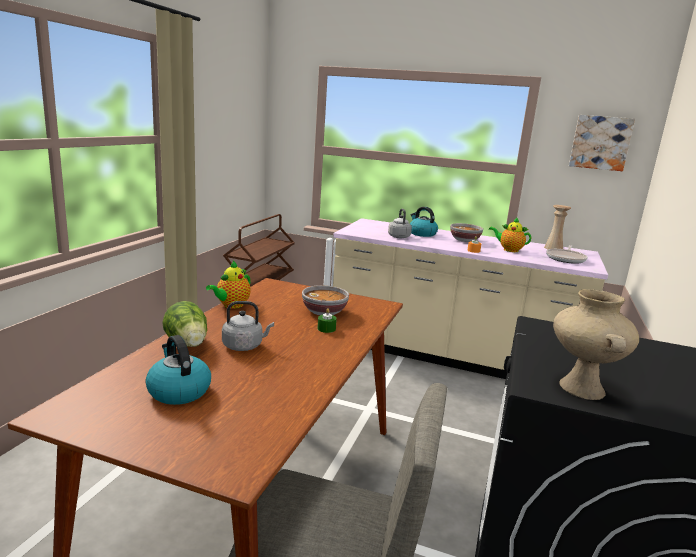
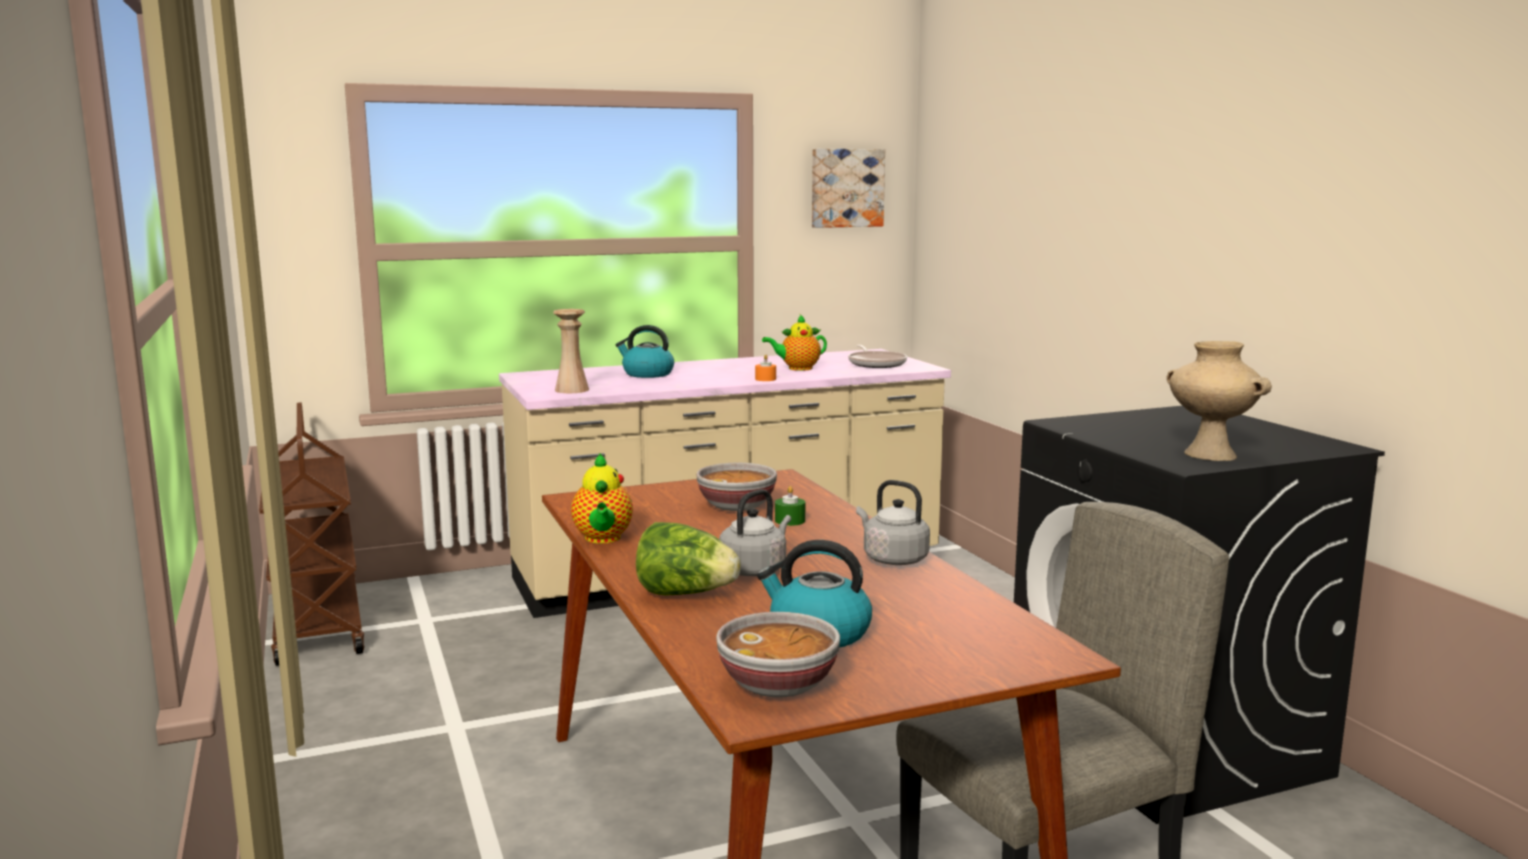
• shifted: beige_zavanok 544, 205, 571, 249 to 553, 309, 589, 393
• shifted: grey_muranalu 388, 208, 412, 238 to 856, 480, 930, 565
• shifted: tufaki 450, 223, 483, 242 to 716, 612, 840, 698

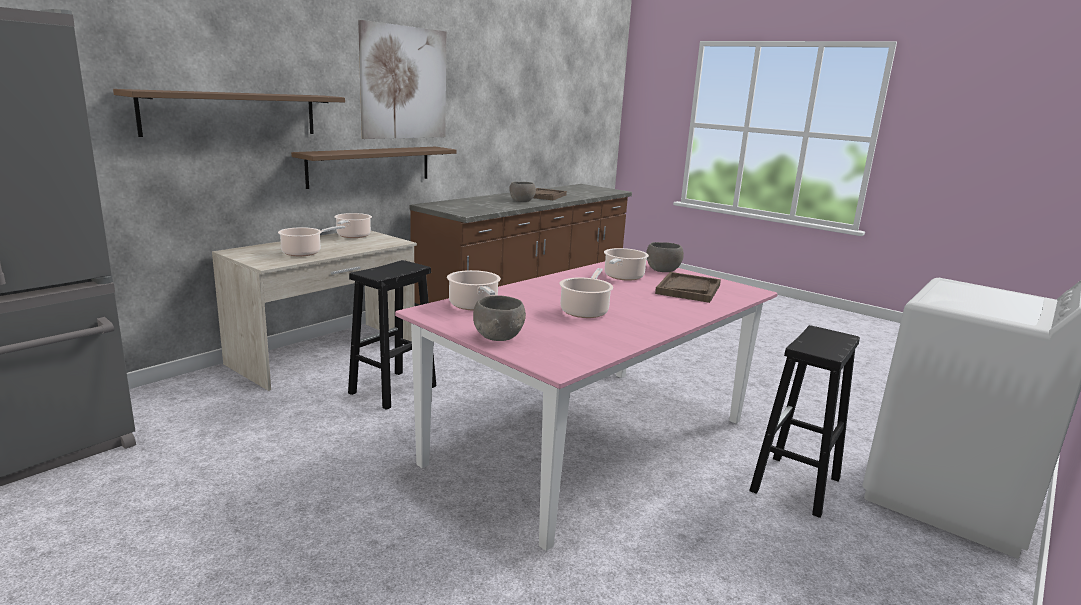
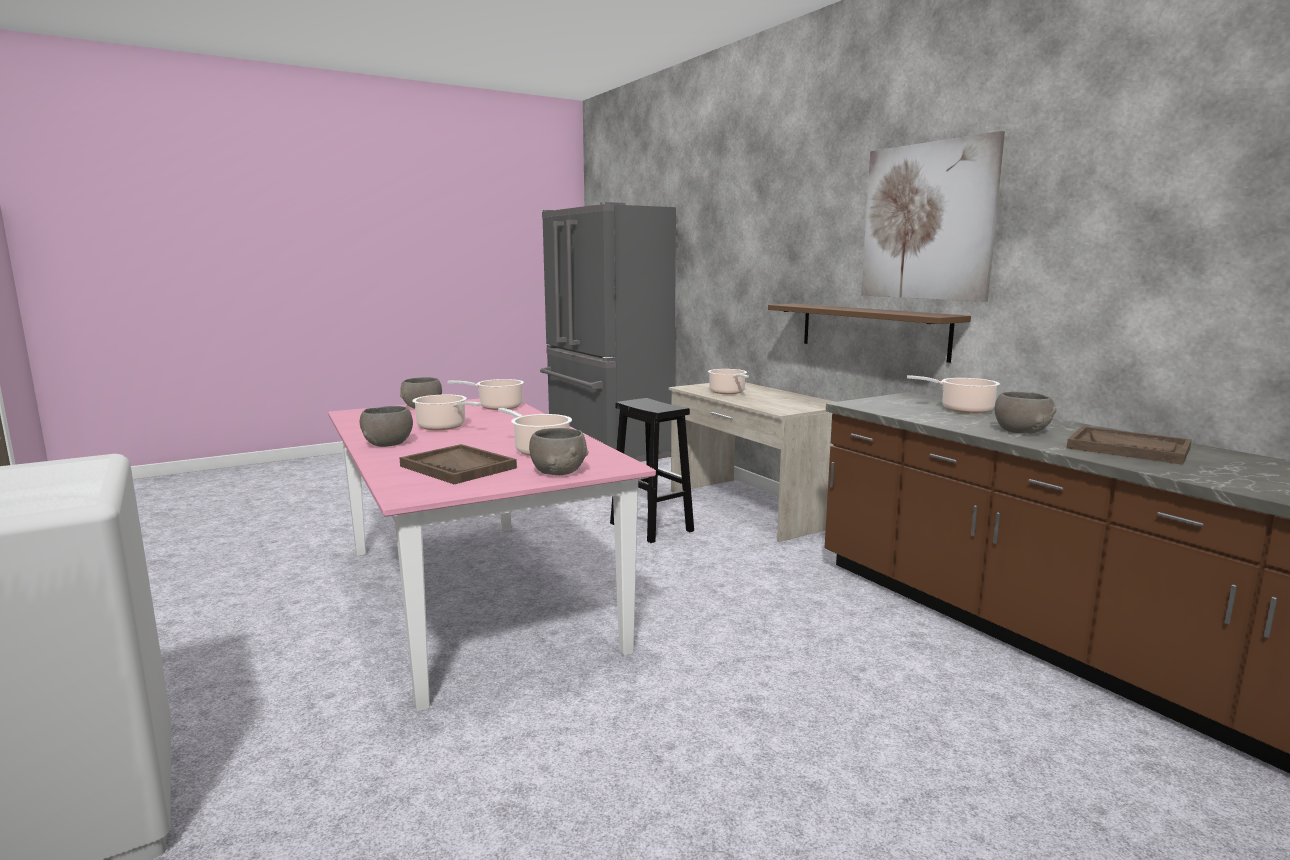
• gone: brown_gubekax 113, 89, 345, 137
• shifted: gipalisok 334, 213, 372, 238 to 907, 375, 1000, 413
• gone: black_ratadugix 749, 325, 860, 518
• new: grey_tufaki 360, 406, 413, 447

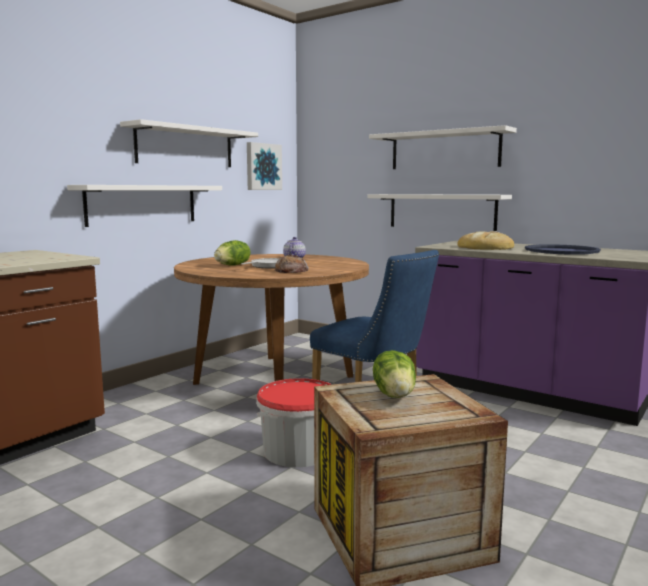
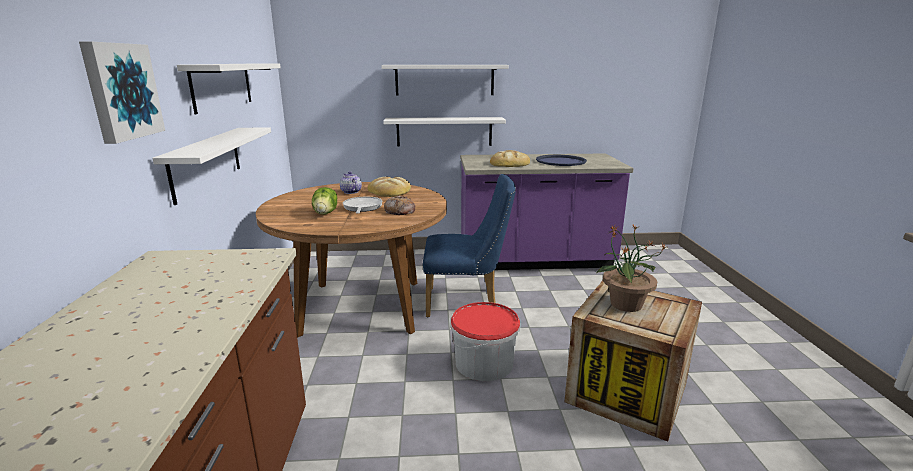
• shifted: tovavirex 247, 142, 282, 190 to 79, 41, 165, 144
• swapped: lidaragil 373, 350, 416, 398 to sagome 595, 225, 666, 312
• new: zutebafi 368, 176, 411, 197

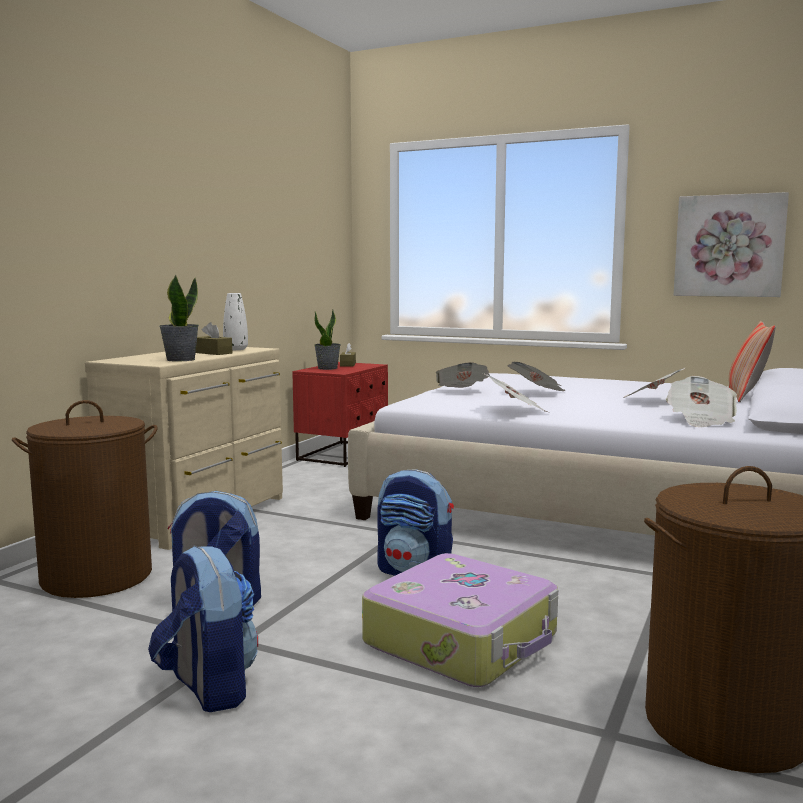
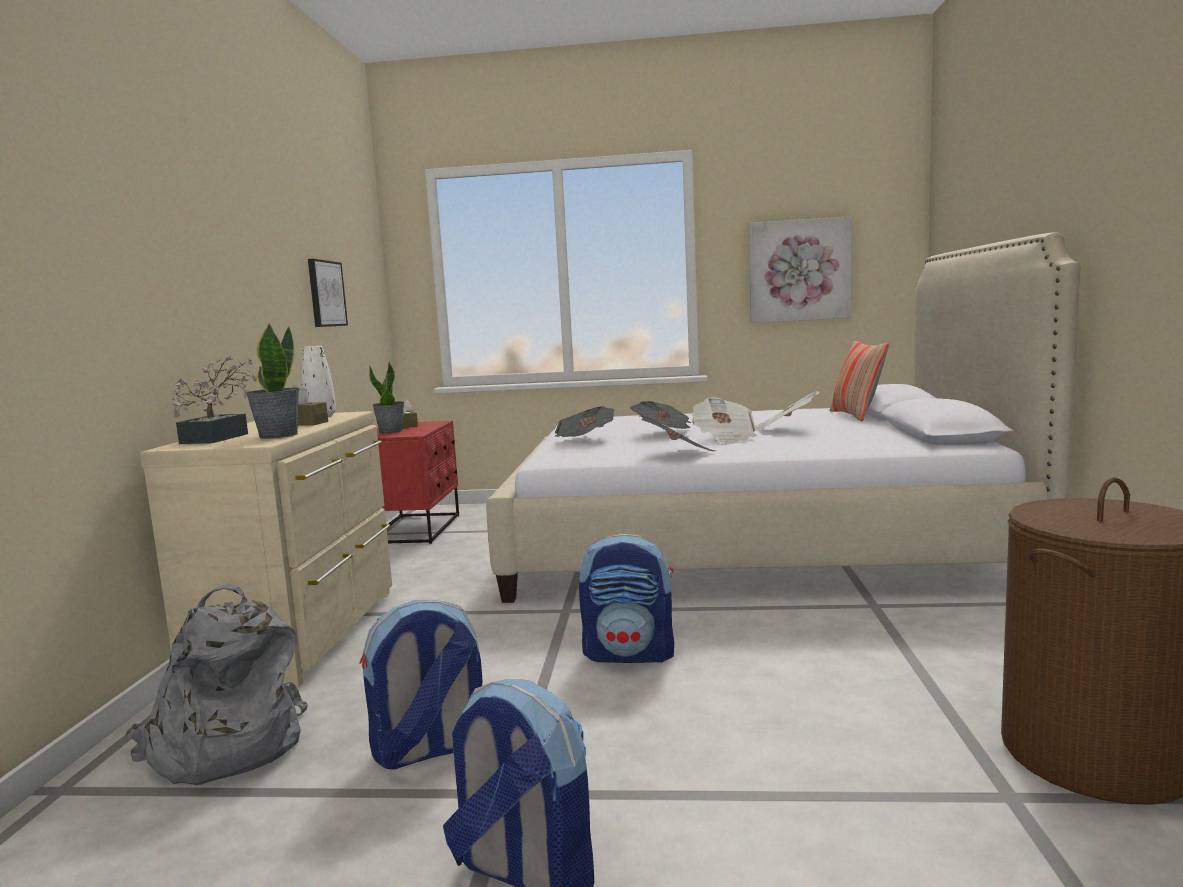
• shifted: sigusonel 666, 376, 737, 427 to 692, 398, 757, 444
• swapped: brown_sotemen 12, 400, 158, 598 to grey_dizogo 126, 583, 308, 785
• gone: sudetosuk 362, 553, 558, 687
• new: tovavirex 308, 259, 348, 327
• new: sagome 171, 355, 256, 444

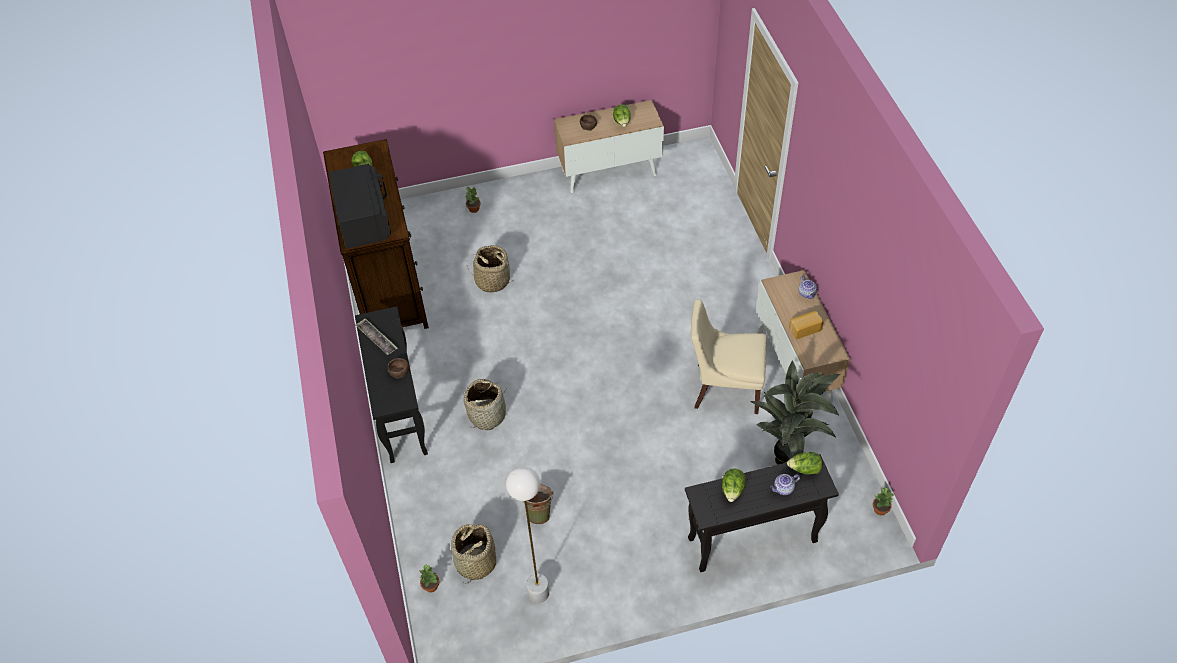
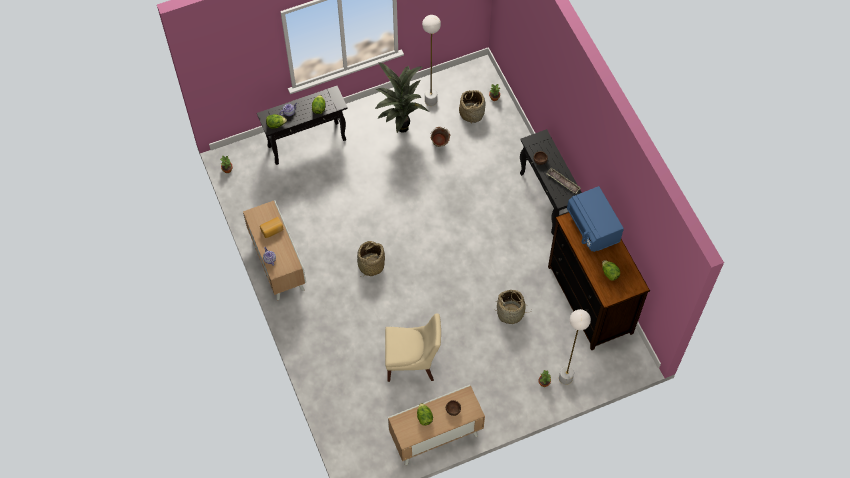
• repainted: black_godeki 329, 164, 391, 249 to blue_godeki 567, 186, 624, 252
• shifted: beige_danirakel 691, 299, 767, 414 to 385, 313, 441, 382
• shifted: sagome 750, 360, 840, 465 to 375, 62, 429, 133
• shifted: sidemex 463, 379, 506, 430 to 357, 241, 385, 276
• new: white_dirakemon 559, 309, 591, 385

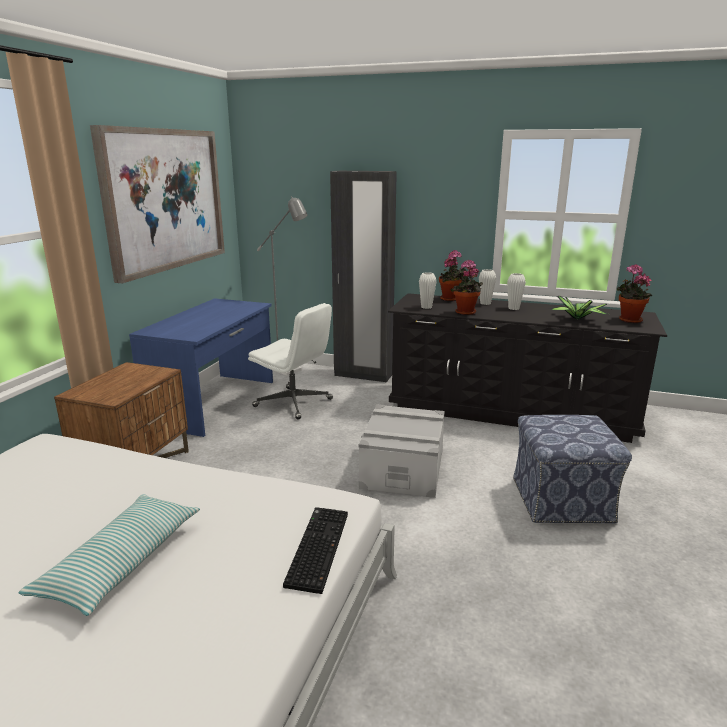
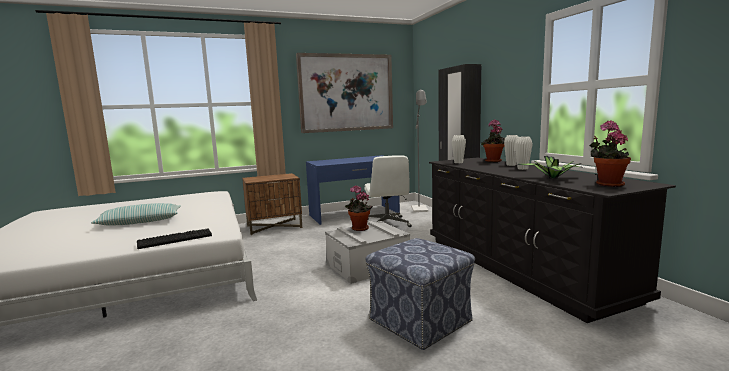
• shifted: sagome 450, 259, 483, 315 to 345, 185, 373, 231

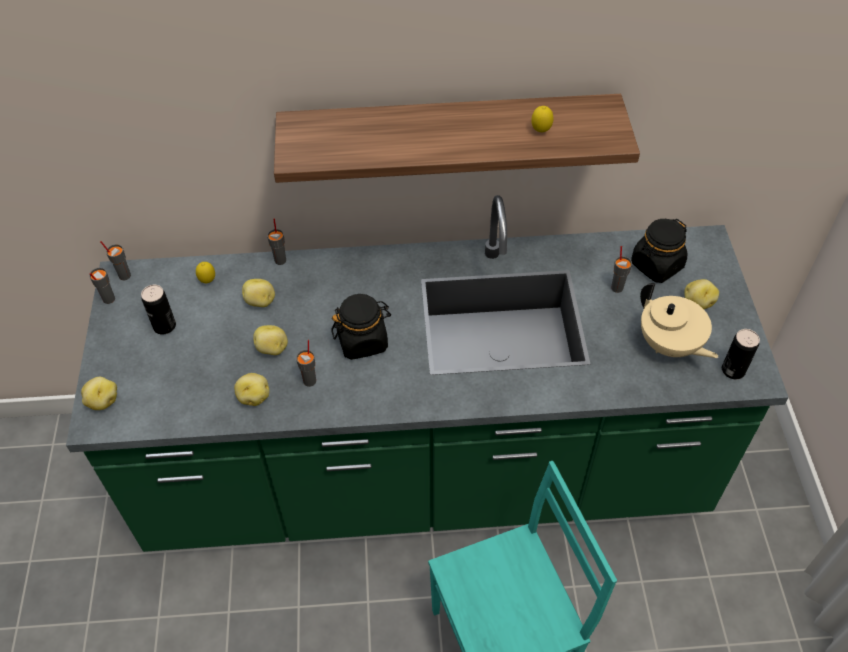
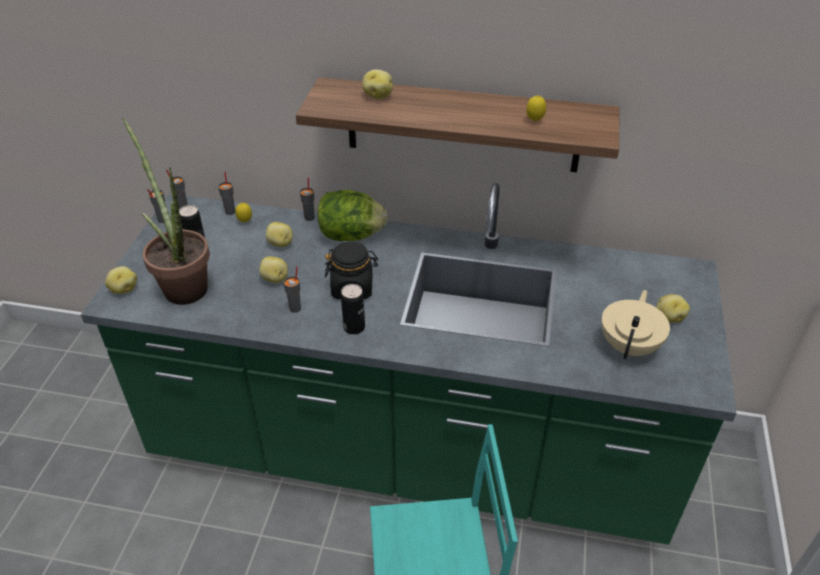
• gone: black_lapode 631, 219, 687, 283
• shifted: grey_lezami 611, 246, 632, 293 to 218, 172, 235, 215
• rotated: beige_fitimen 640, 283, 718, 358 = 601, 290, 670, 360 135 degrees counterclockwise
• shifted: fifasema 722, 329, 760, 379 to 341, 284, 365, 334
• shifted: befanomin 234, 373, 269, 406 to 362, 70, 393, 99
• new: sagome 122, 117, 210, 305
• new: lidaragil 318, 190, 388, 241

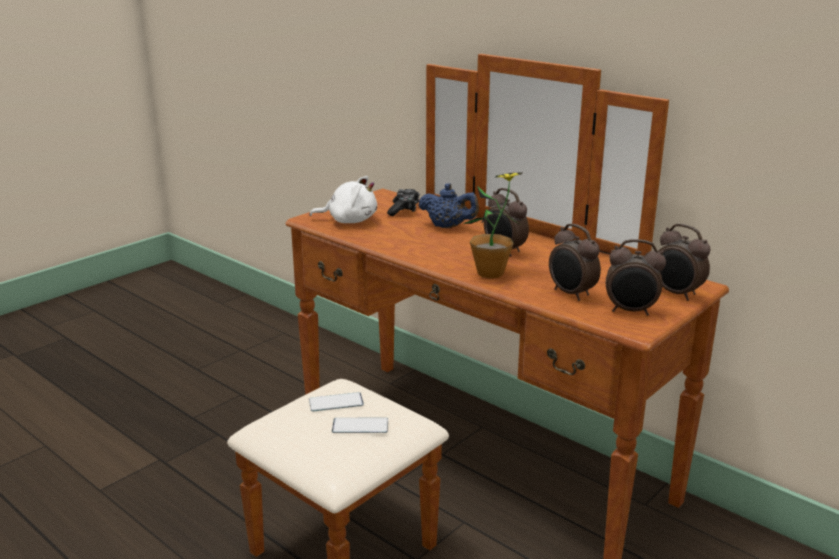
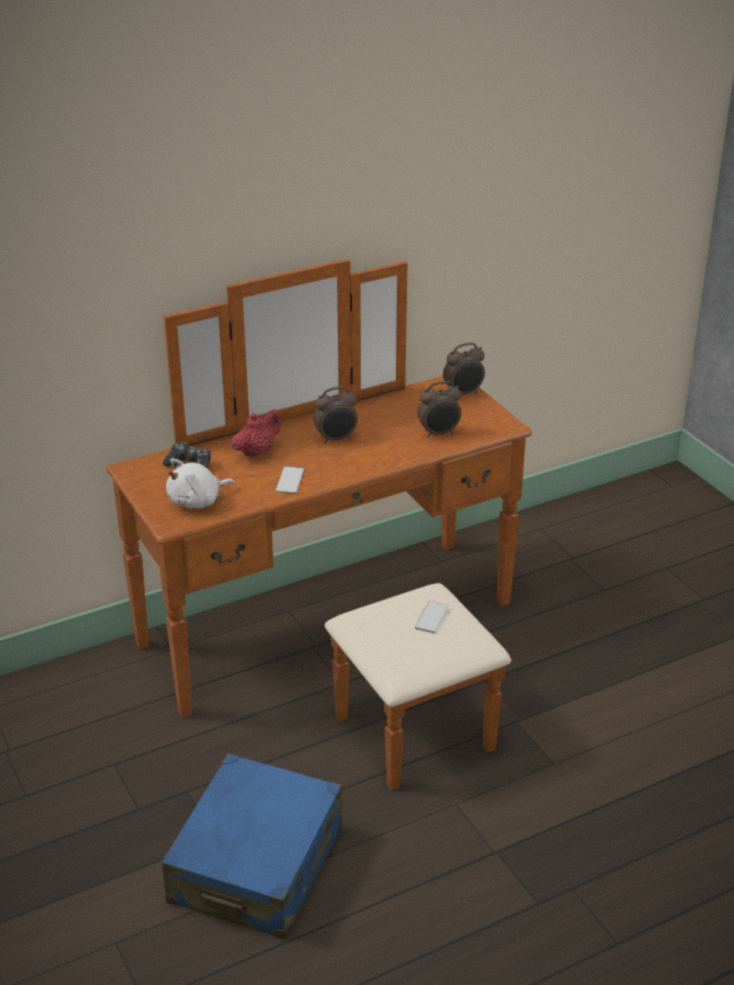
• gone: sagome 463, 172, 523, 279
• rotated: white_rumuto 309, 176, 377, 223 = 166, 458, 235, 508 150 degrees counterclockwise
• repainted: blue_fitimen 418, 183, 479, 228 to red_fitimen 231, 409, 282, 458
• gone: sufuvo 606, 239, 666, 316
• shifted: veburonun 309, 392, 364, 412 to 276, 466, 304, 493
• new: blue_sudetosuk 162, 753, 343, 940

